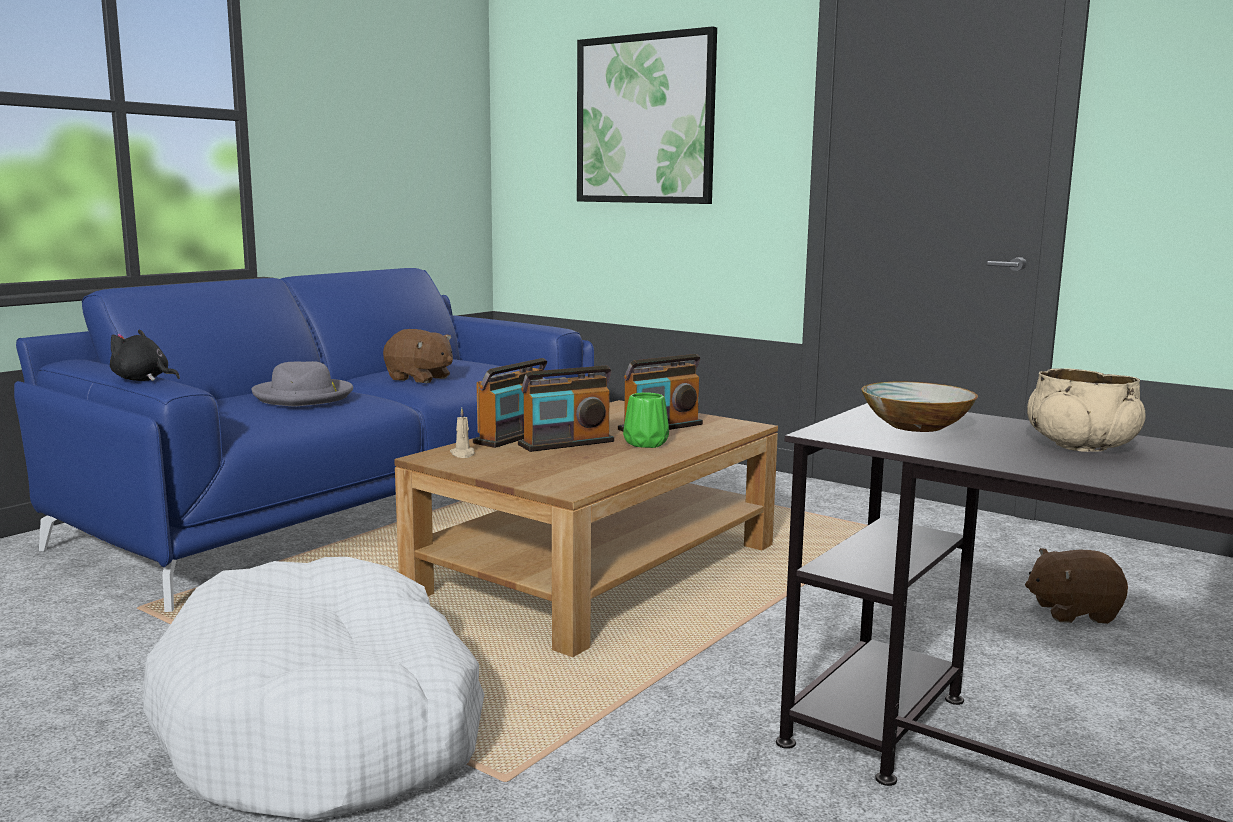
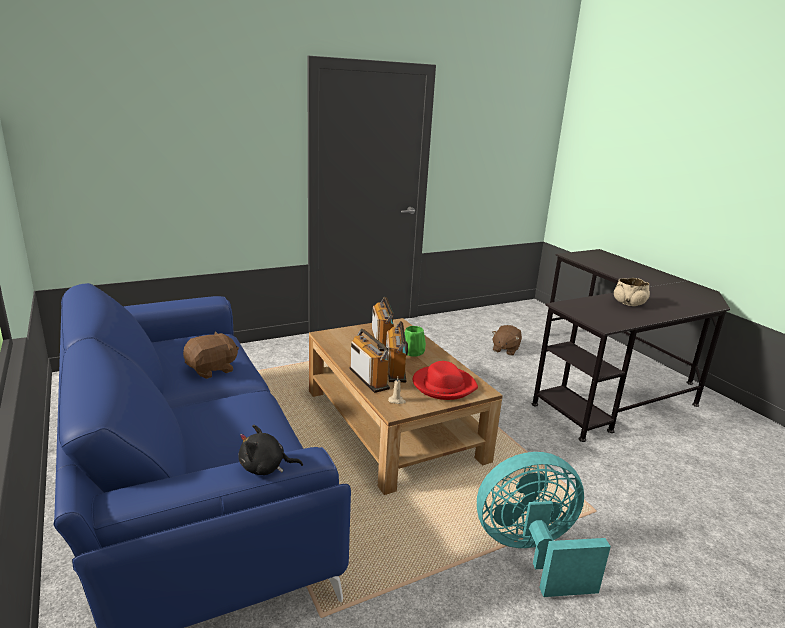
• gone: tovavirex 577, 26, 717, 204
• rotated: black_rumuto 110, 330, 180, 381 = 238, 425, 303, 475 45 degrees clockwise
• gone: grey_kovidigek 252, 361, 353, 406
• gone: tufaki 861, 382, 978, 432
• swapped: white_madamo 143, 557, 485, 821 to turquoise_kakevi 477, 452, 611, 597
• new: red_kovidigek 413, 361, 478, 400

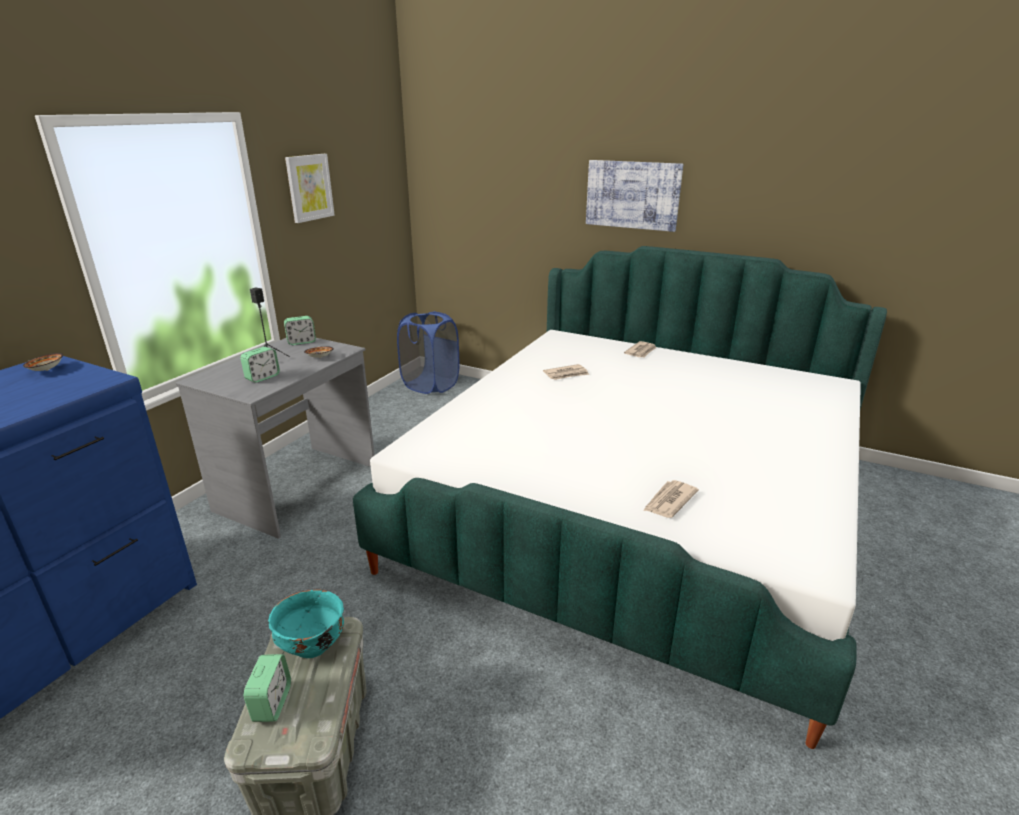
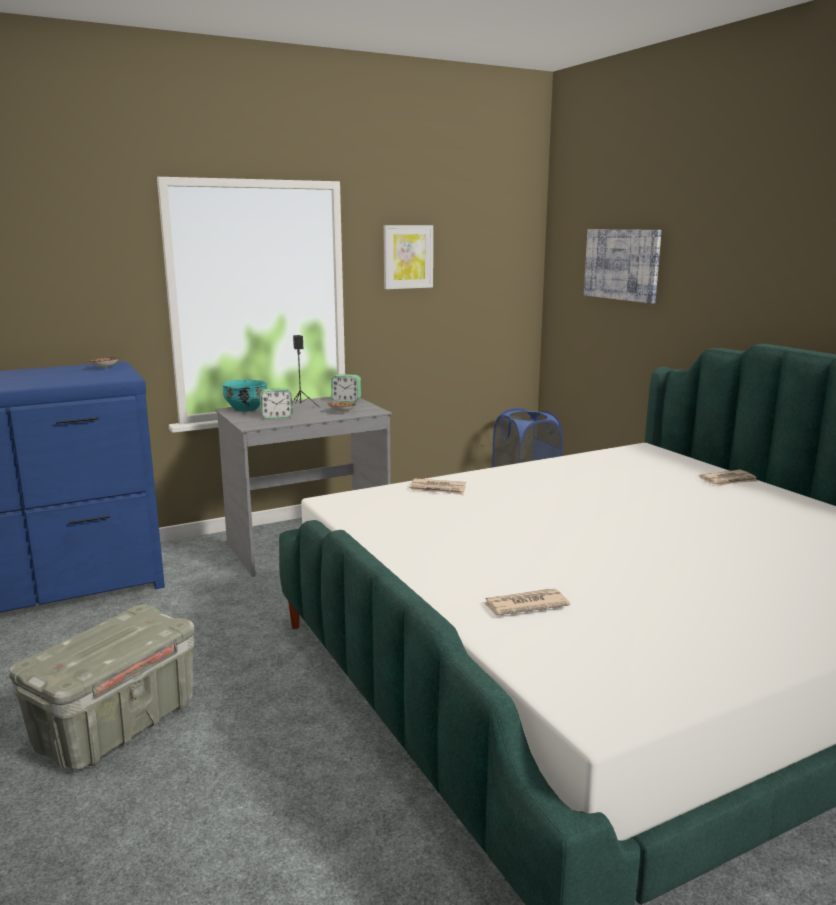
• shifted: tovavirex 586, 160, 683, 232 to 584, 229, 662, 304
• shifted: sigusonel 543, 364, 589, 380 to 409, 478, 466, 495
• shifted: turquoise_tufaki 268, 589, 344, 658 to 221, 380, 267, 412
• gone: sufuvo 244, 654, 291, 722

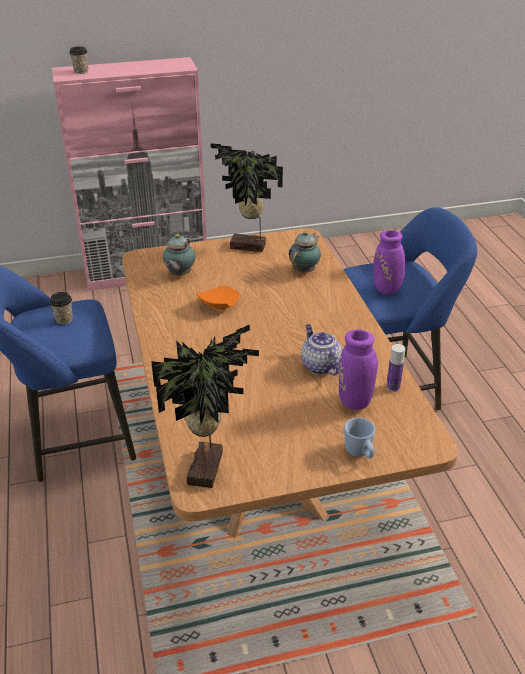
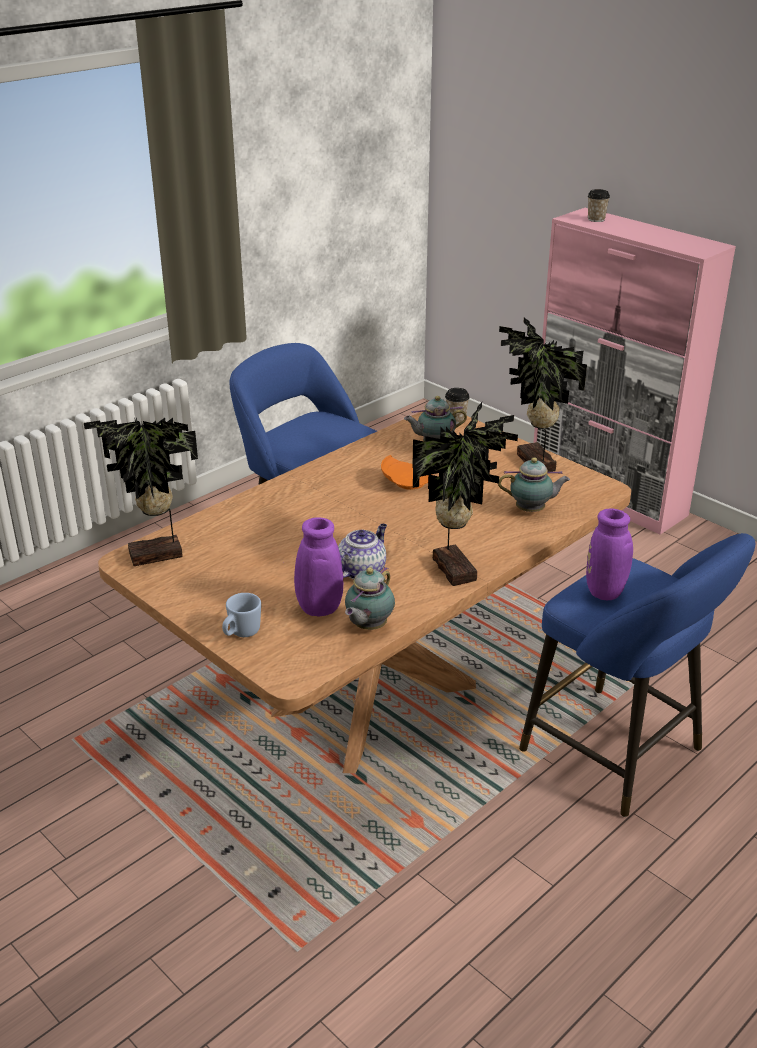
• shifted: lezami 49, 292, 73, 325 to 445, 388, 470, 424
• swapped: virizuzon 386, 344, 405, 392 to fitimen 345, 567, 395, 630
• new: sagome 412, 402, 518, 586

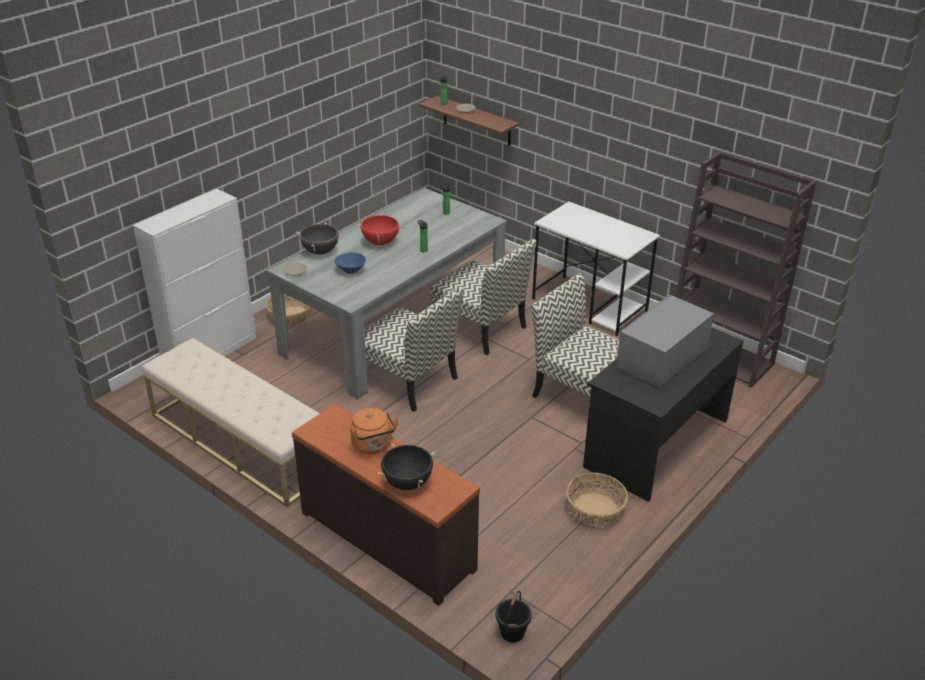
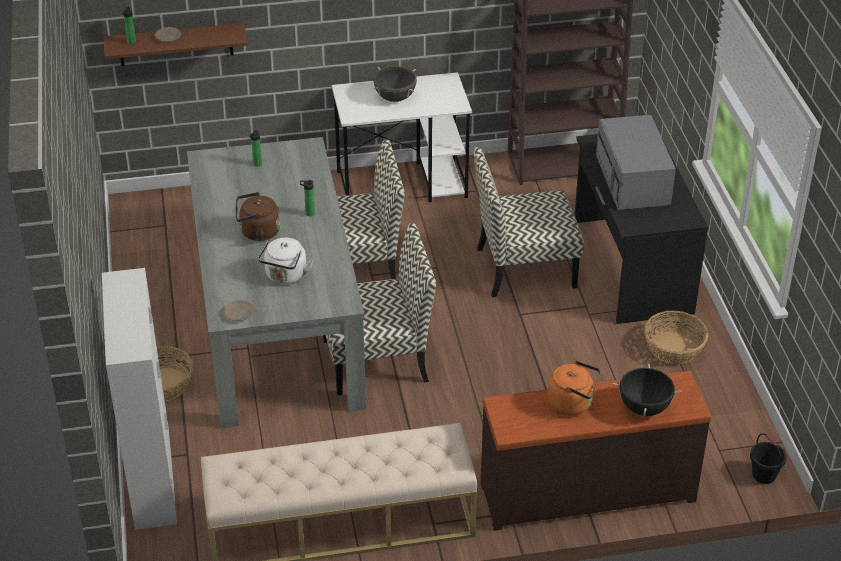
• swapped: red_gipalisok 356, 213, 404, 245 to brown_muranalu 236, 192, 280, 241
• shifted: black_gipalisok 296, 223, 343, 255 to 373, 66, 417, 102
• swapped: blue_tufaki 334, 252, 366, 274 to white_muranalu 258, 238, 313, 284

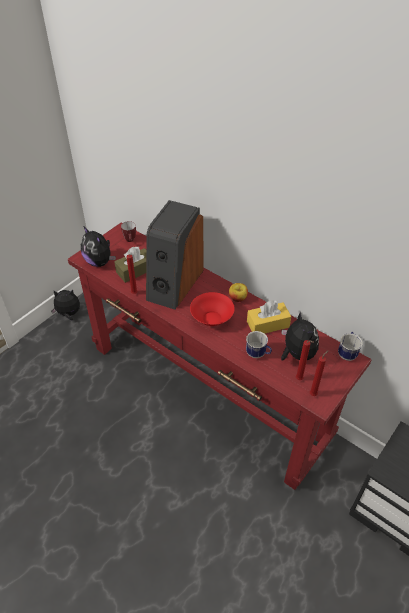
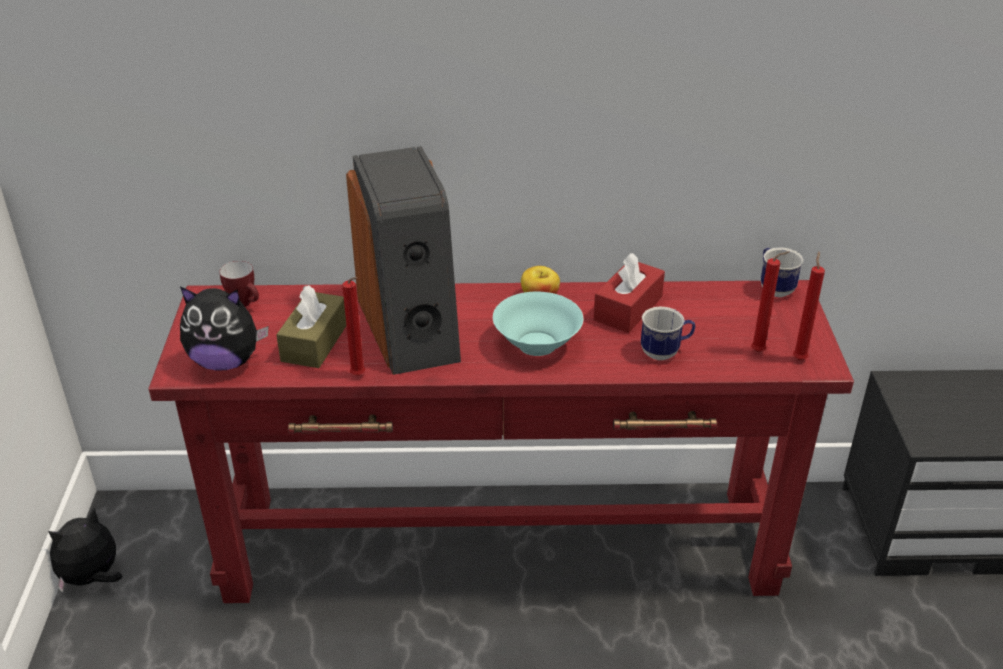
• repainted: red_tufaki 190, 292, 235, 326 to turquoise_tufaki 493, 291, 583, 356
• repainted: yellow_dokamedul 247, 300, 291, 334 to red_dokamedul 593, 253, 665, 333
• gone: rumuto 281, 311, 319, 360

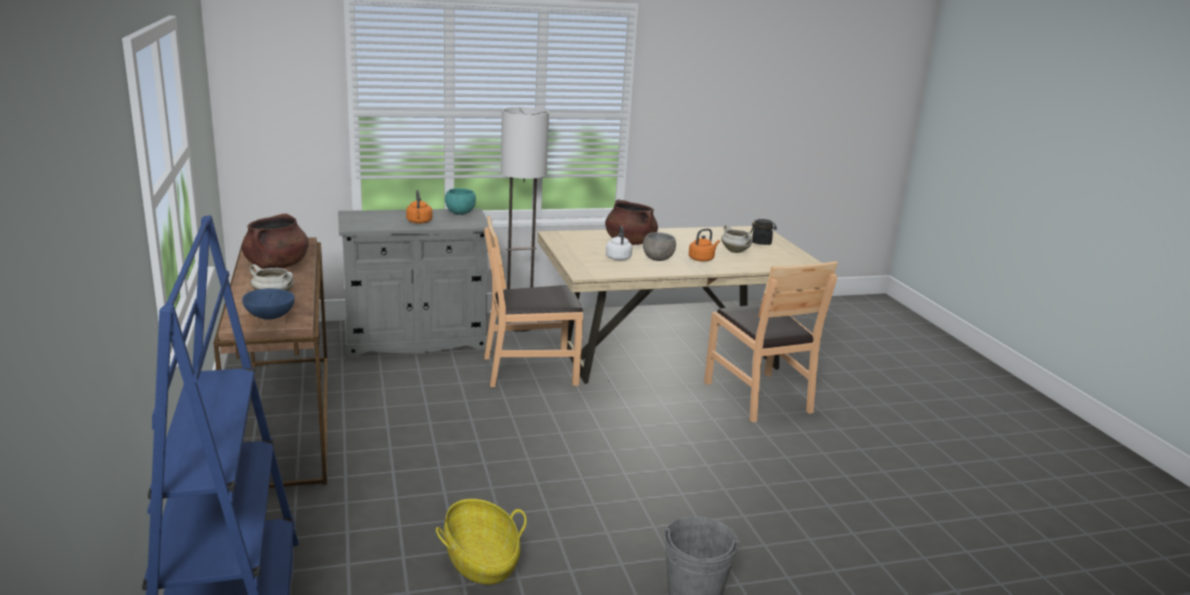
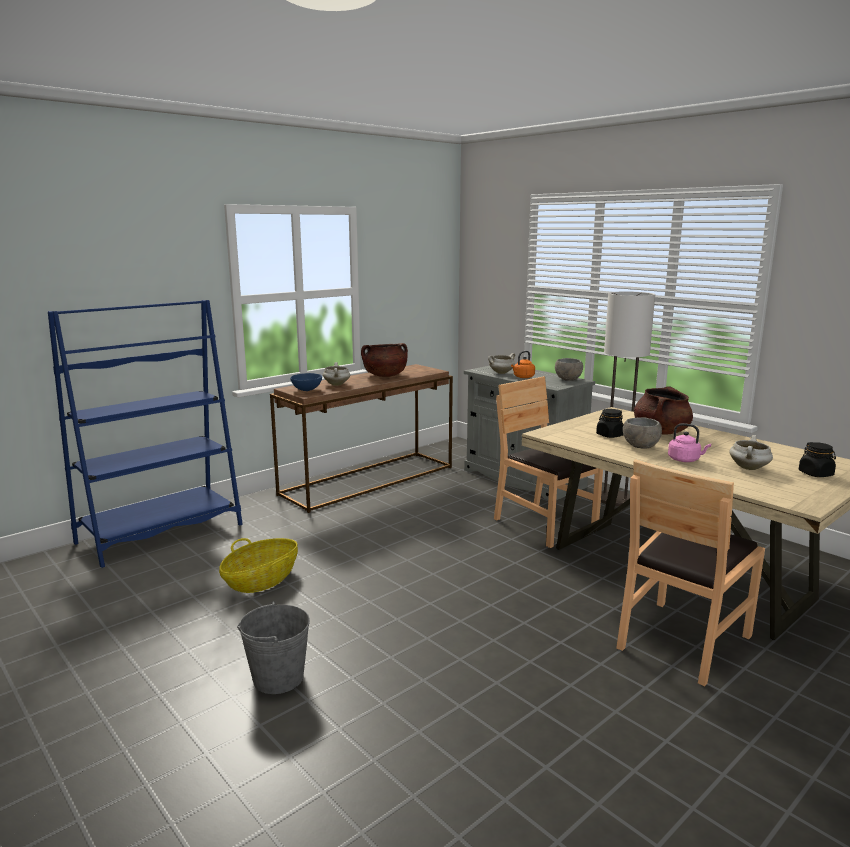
• repainted: turquoise_tufaki 445, 188, 476, 215 to grey_tufaki 555, 358, 583, 381
• swapped: white_muranalu 606, 226, 632, 260 to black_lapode 596, 409, 624, 438
• repainted: orange_muranalu 689, 228, 720, 262 to pink_muranalu 668, 423, 711, 462
• new: white_gipalisok 488, 353, 515, 374

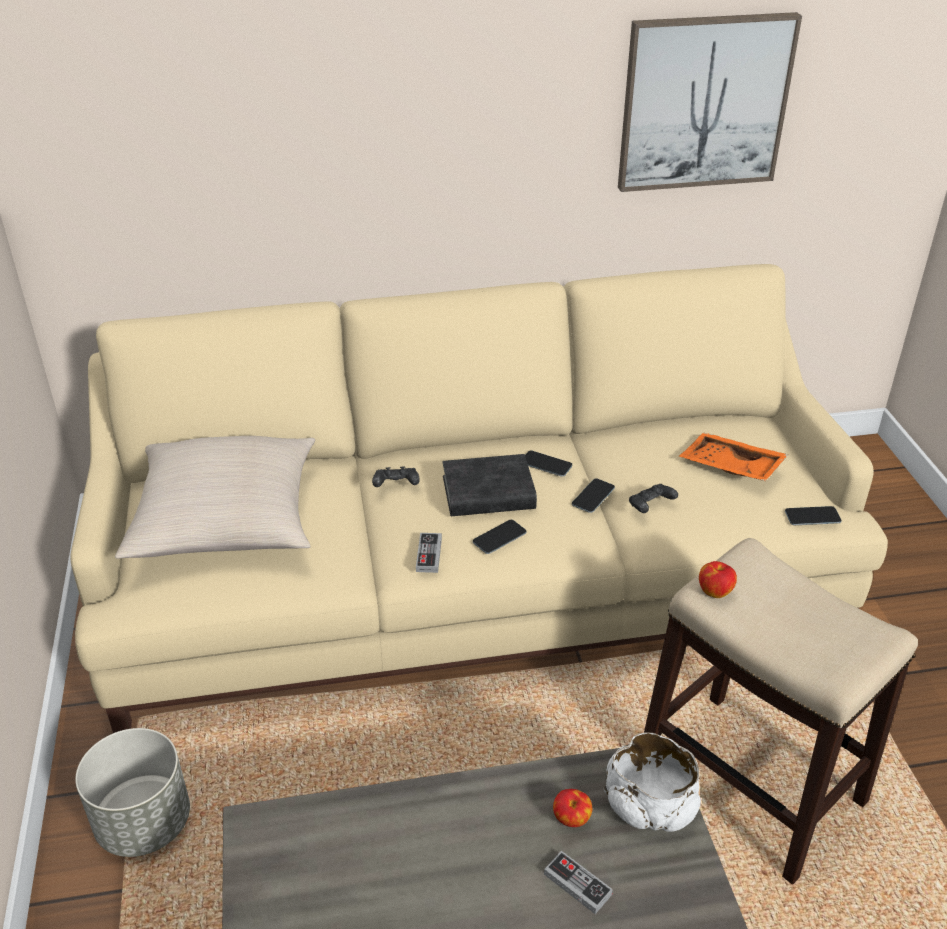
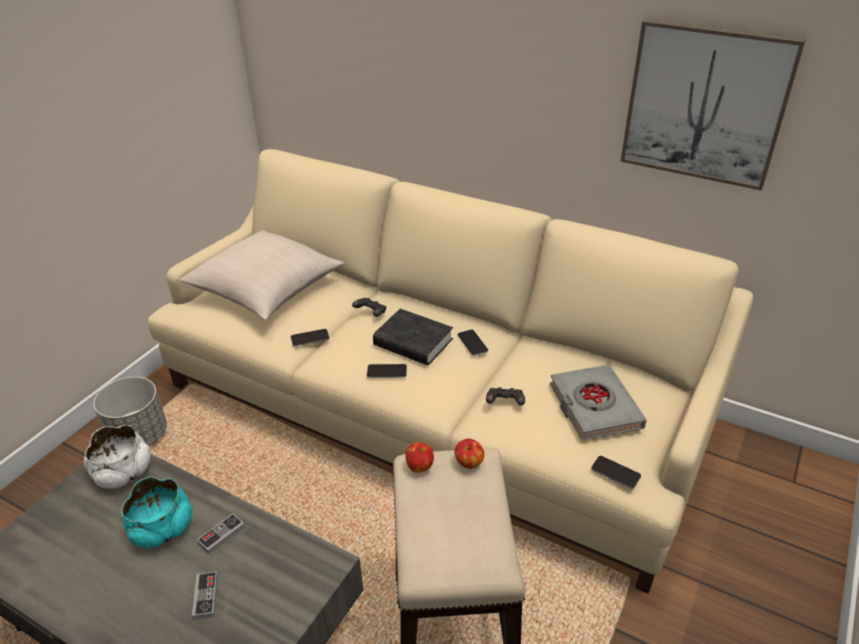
• swapped: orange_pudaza 679, 432, 788, 481 to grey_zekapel 550, 365, 647, 441
• shifted: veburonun 572, 479, 615, 513 to 291, 329, 329, 346
• shifted: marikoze 416, 533, 442, 573 to 197, 513, 245, 554
• shifted: white_tufaki 604, 733, 701, 832 to 84, 425, 151, 489
• shifted: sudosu 553, 789, 592, 827 to 455, 439, 484, 469
• new: turquoise_tufaki 121, 477, 192, 548

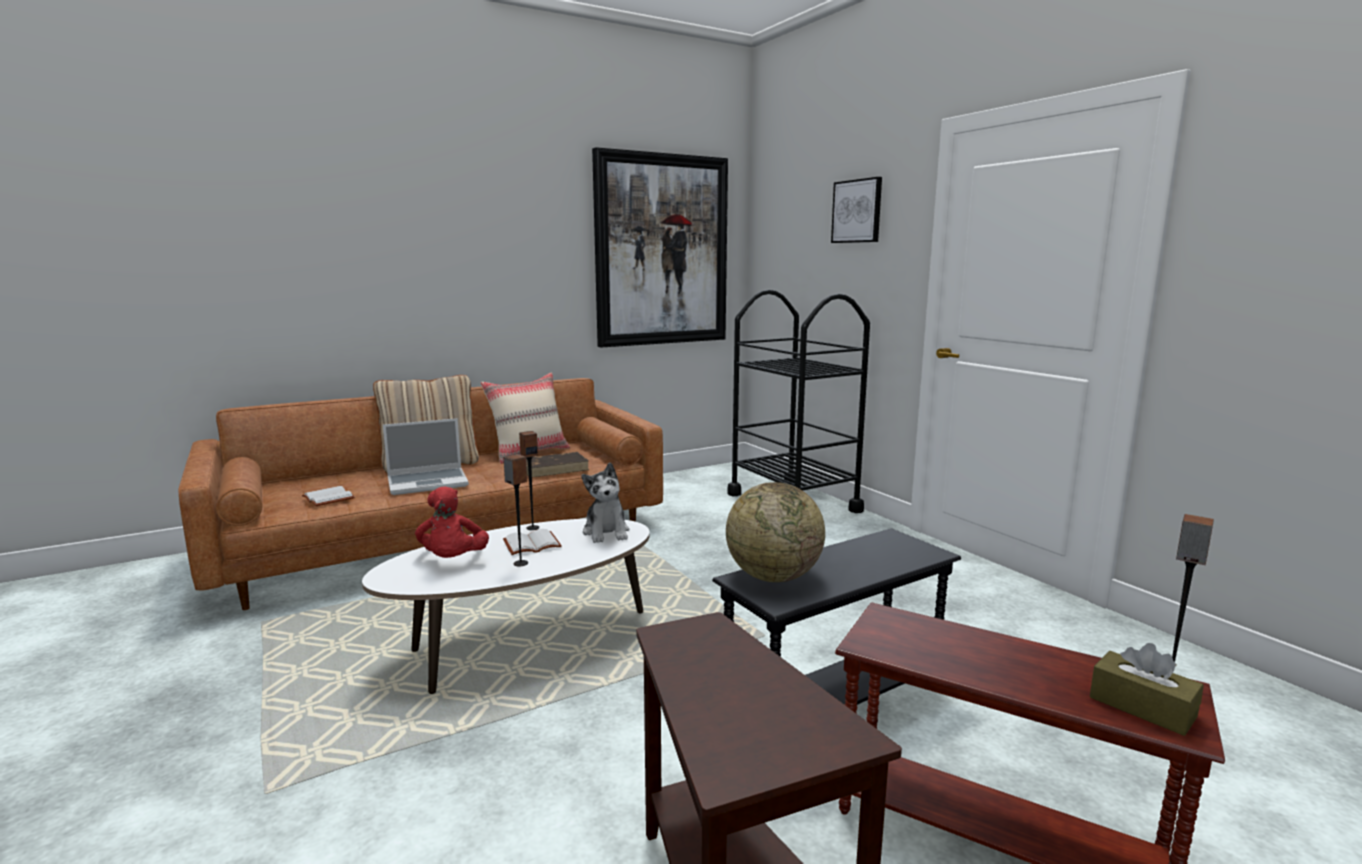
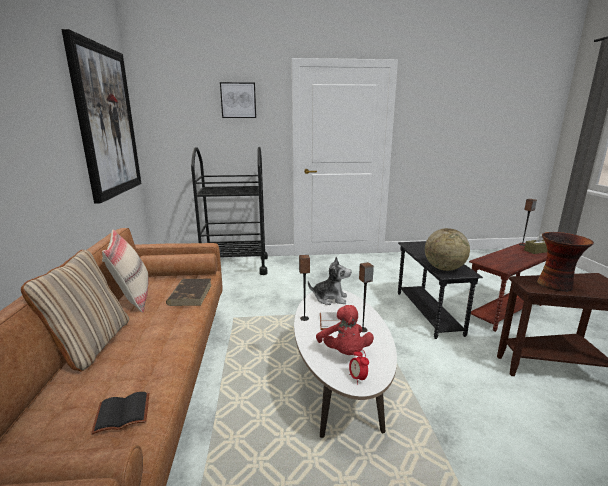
• gone: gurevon 383, 418, 469, 495
• repainted: white_zekapel 302, 486, 355, 506 to black_zekapel 91, 392, 149, 435
• rotated: red_rumuto 415, 487, 489, 558 = 316, 305, 374, 355 60 degrees clockwise
• new: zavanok 537, 232, 594, 292
• new: sufuvo 349, 349, 369, 385

